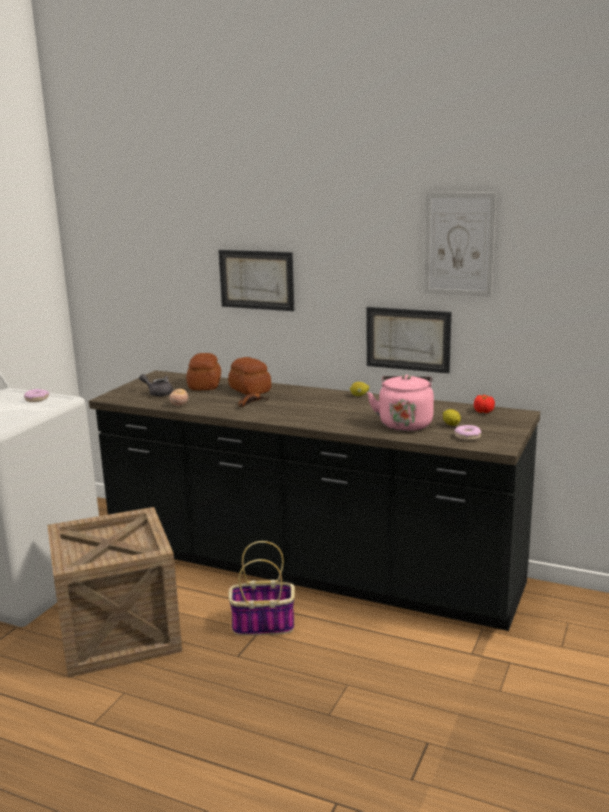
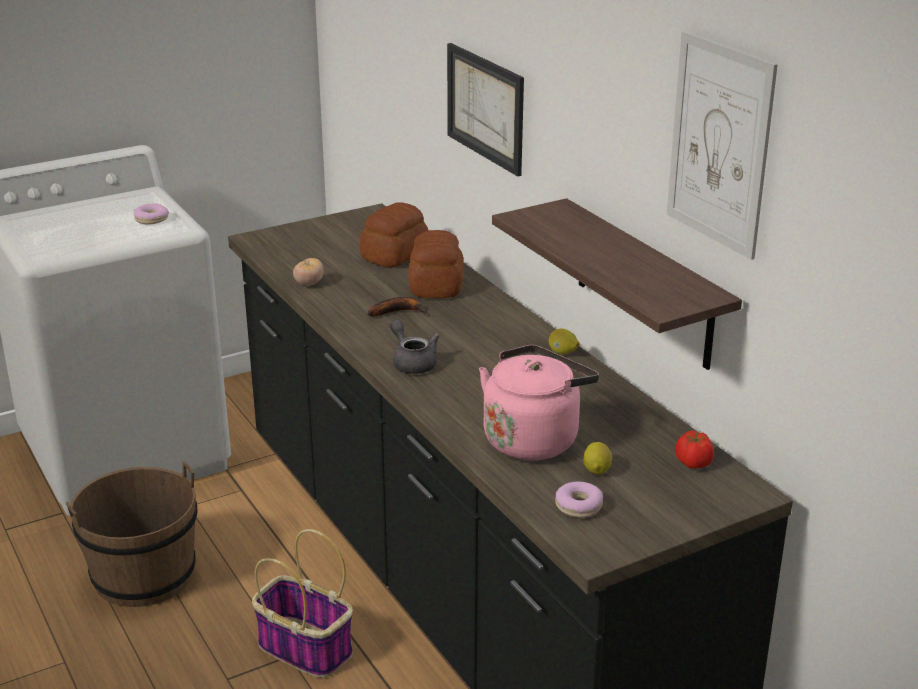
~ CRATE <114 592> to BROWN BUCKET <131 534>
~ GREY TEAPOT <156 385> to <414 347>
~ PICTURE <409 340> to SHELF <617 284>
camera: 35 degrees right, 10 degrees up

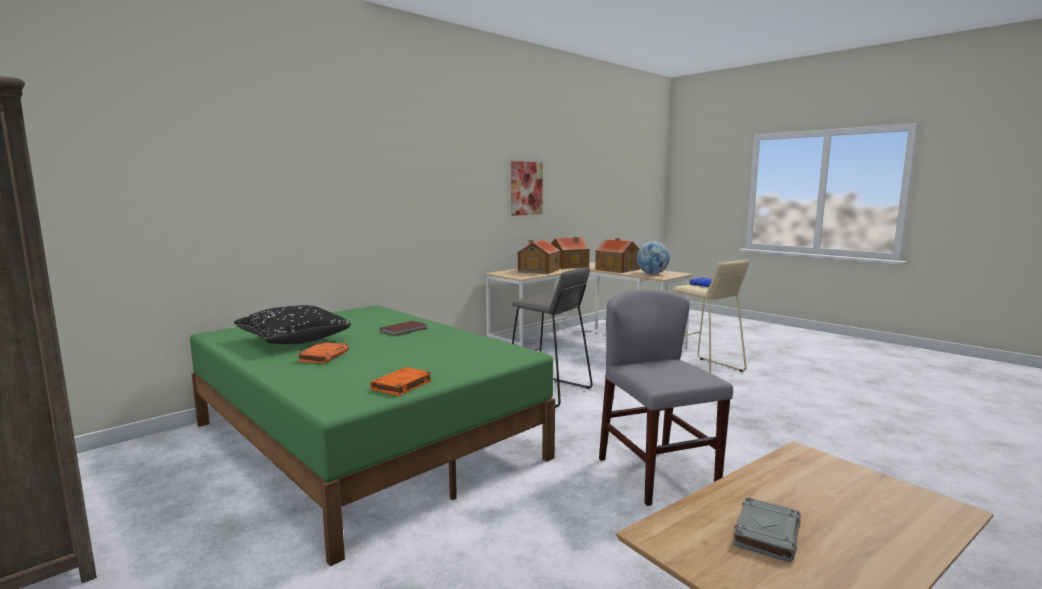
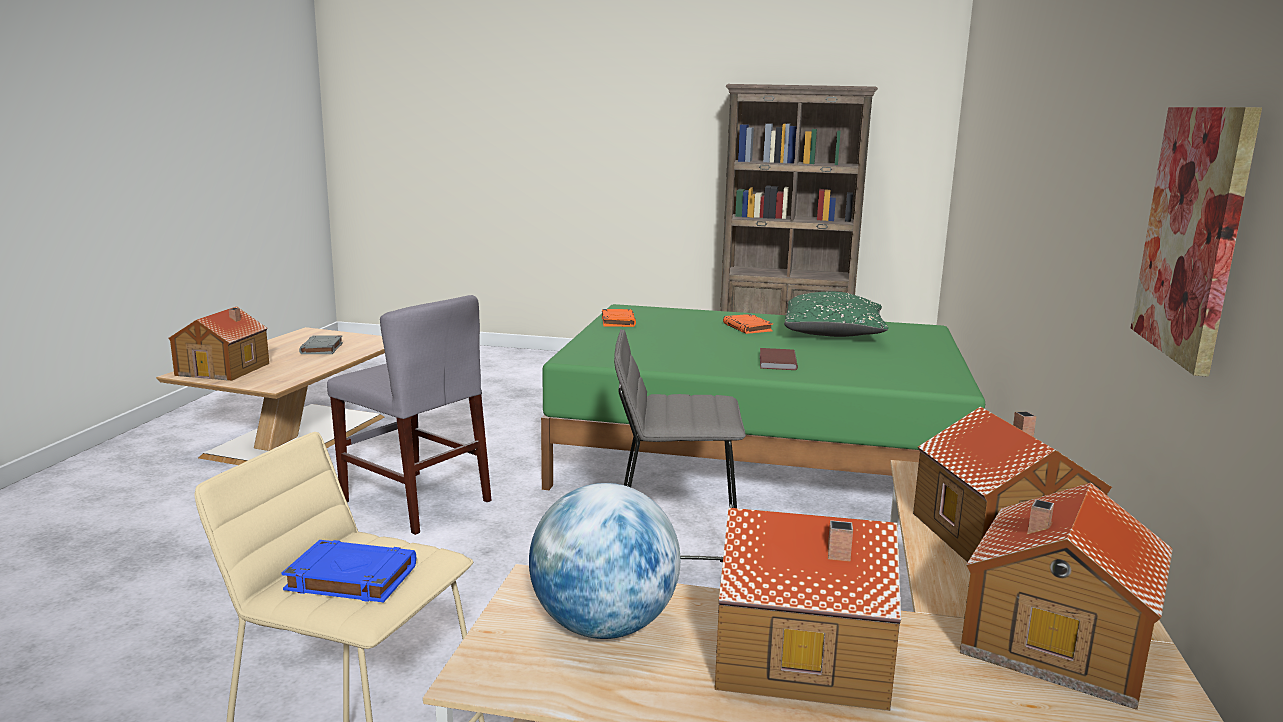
~ BLACK PILLOW <292 324> to GREEN PILLOW <836 314>
+ TOY HOUSE <218 343>
camera: 145 degrees right, 5 degrees up

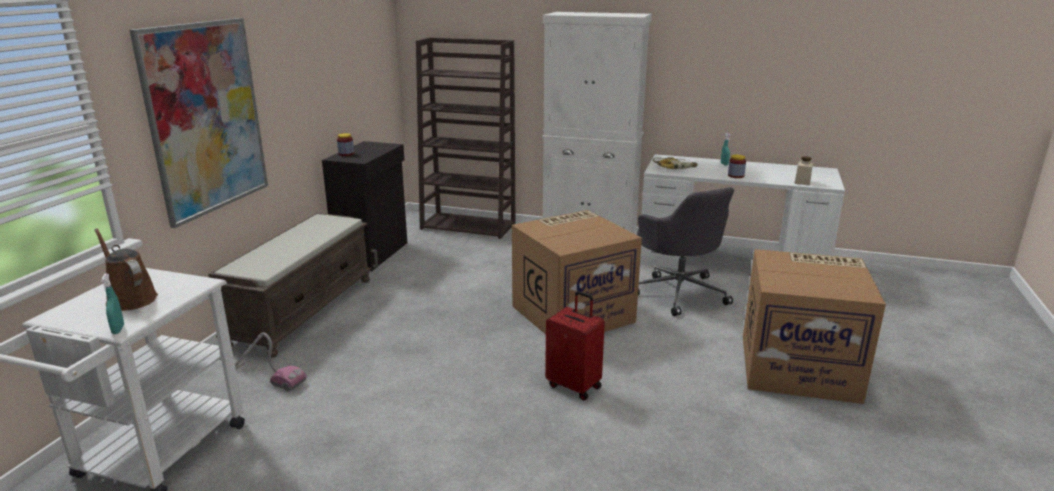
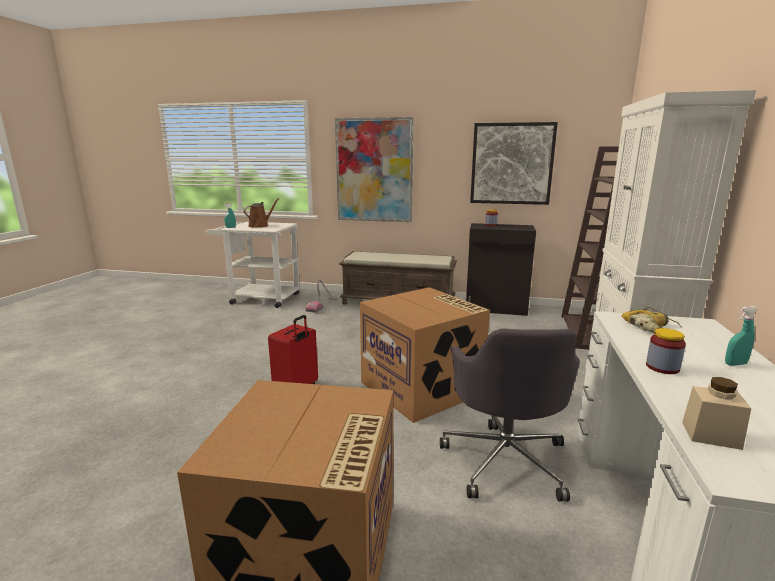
~ GREY OFFICE CHAIR <685 251> = <510 414> 60 degrees counterclockwise
+ PICTURE <514 163>
camera: 85 degrees right, 5 degrees down

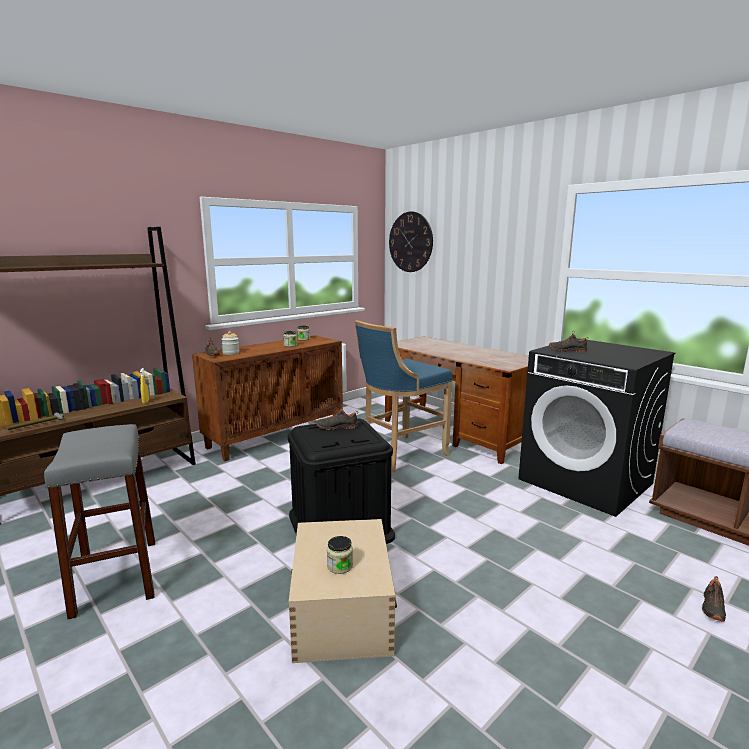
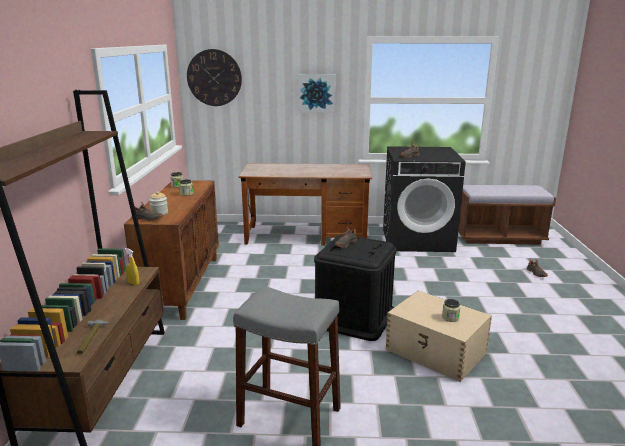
- BLUE STOOL <403 396>
+ PICTURE <317 93>
camera: 45 degrees left, 5 degrees up

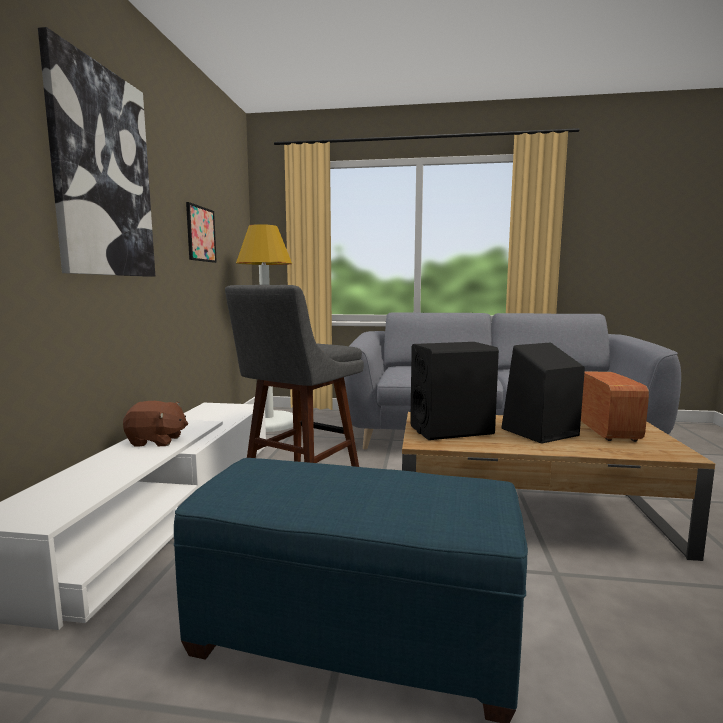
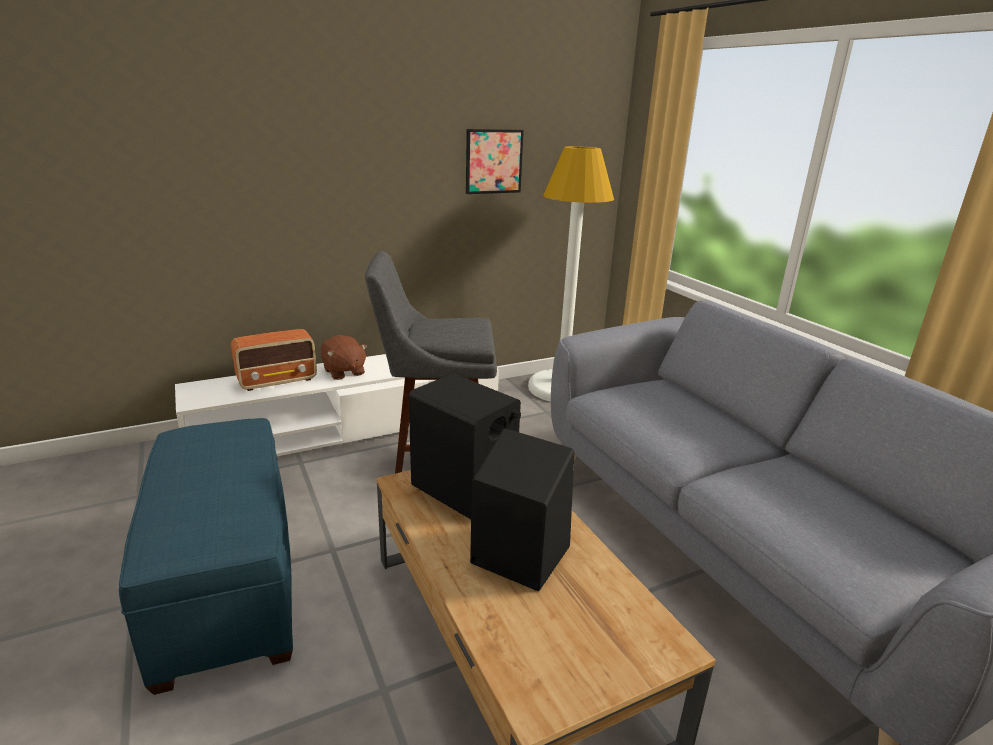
- PICTURE <96 152>
~ RADIO <615 406> to <274 360>
camera: 55 degrees right, 15 degrees up

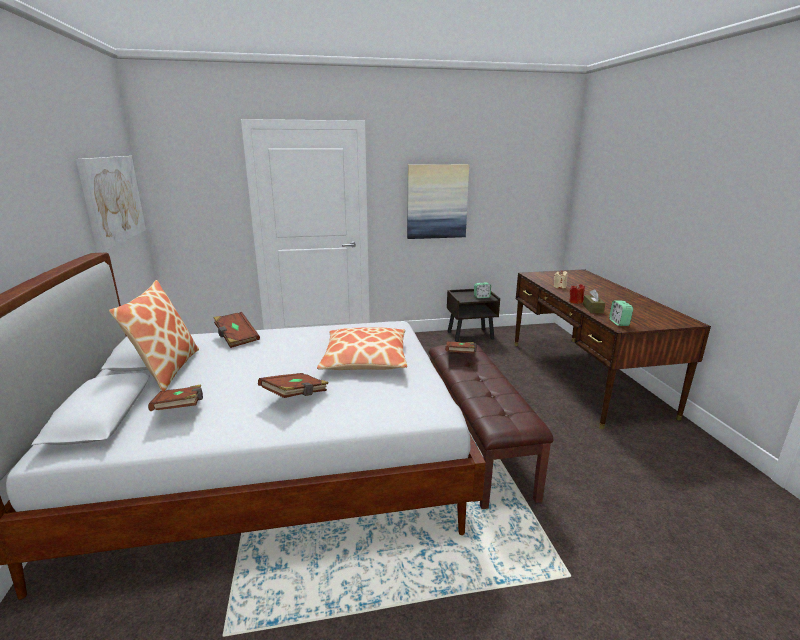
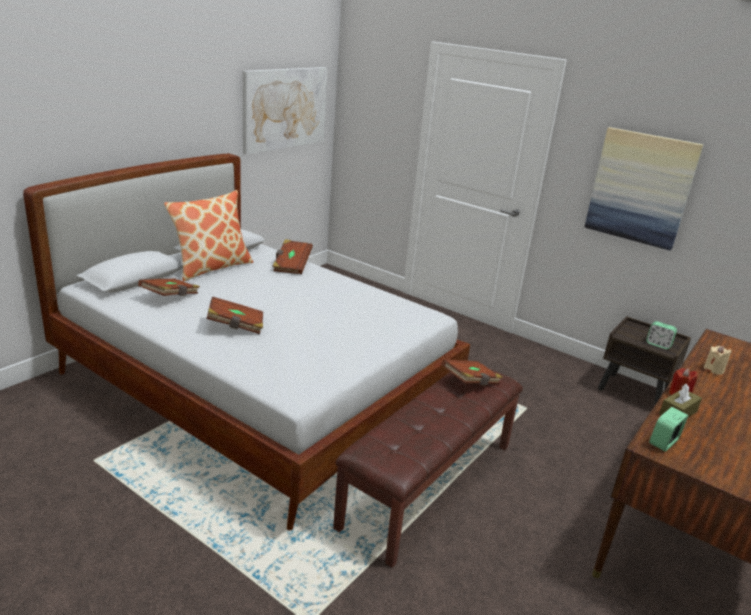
- PILLOW <362 348>
camera: 45 degrees right, 5 degrees up

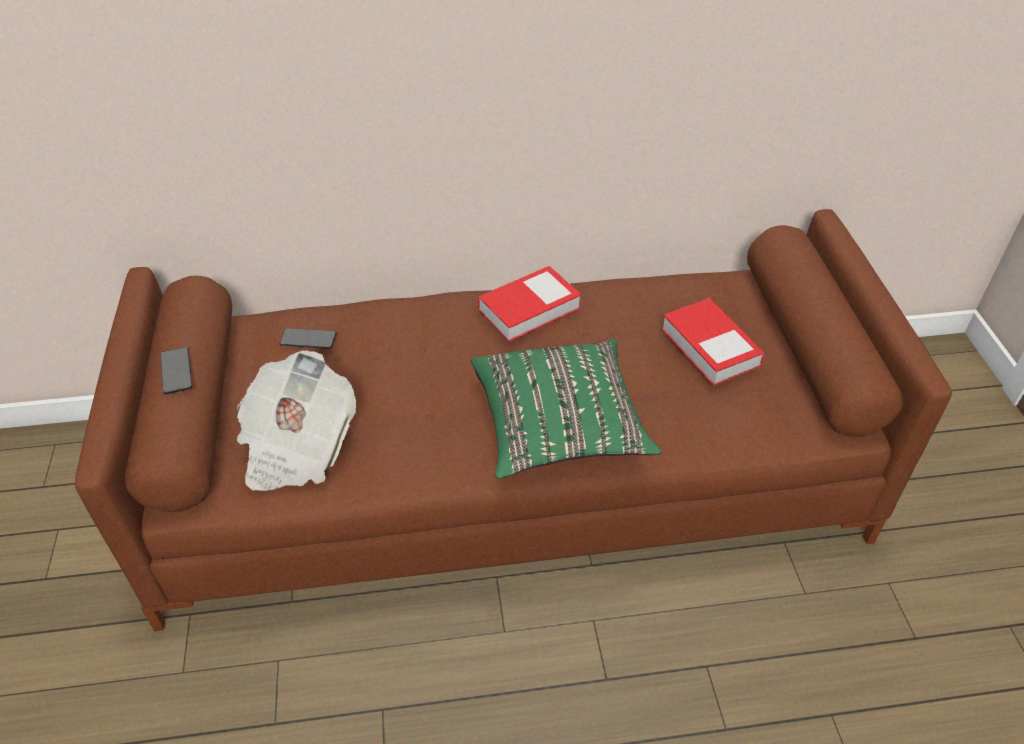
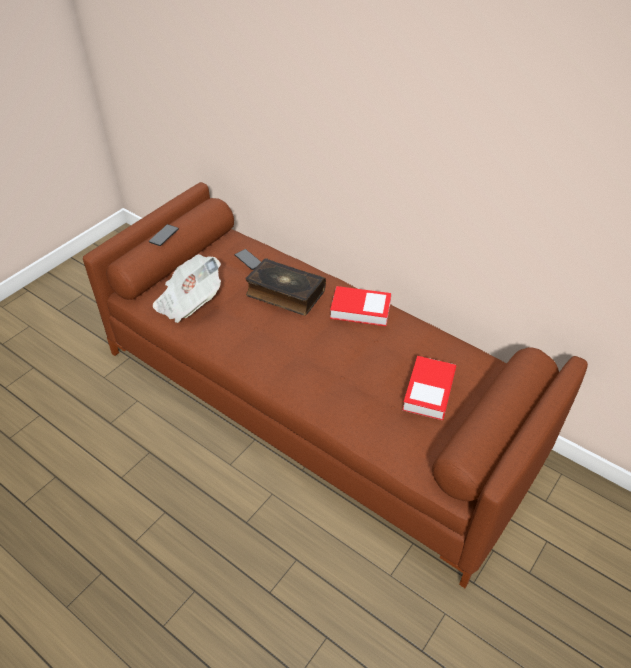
- GREEN PILLOW <566 409>
+ BOOK <285 287>
camera: 45 degrees right, 0 degrees up

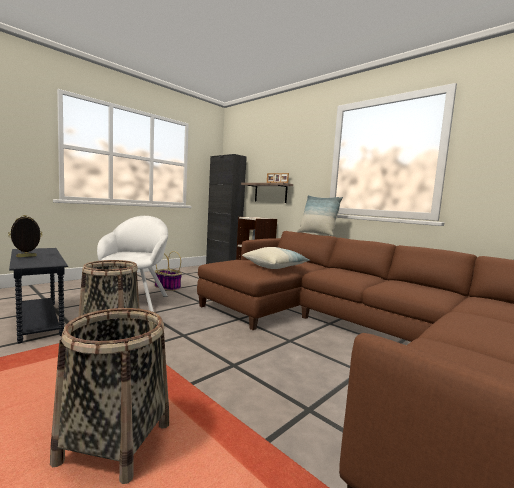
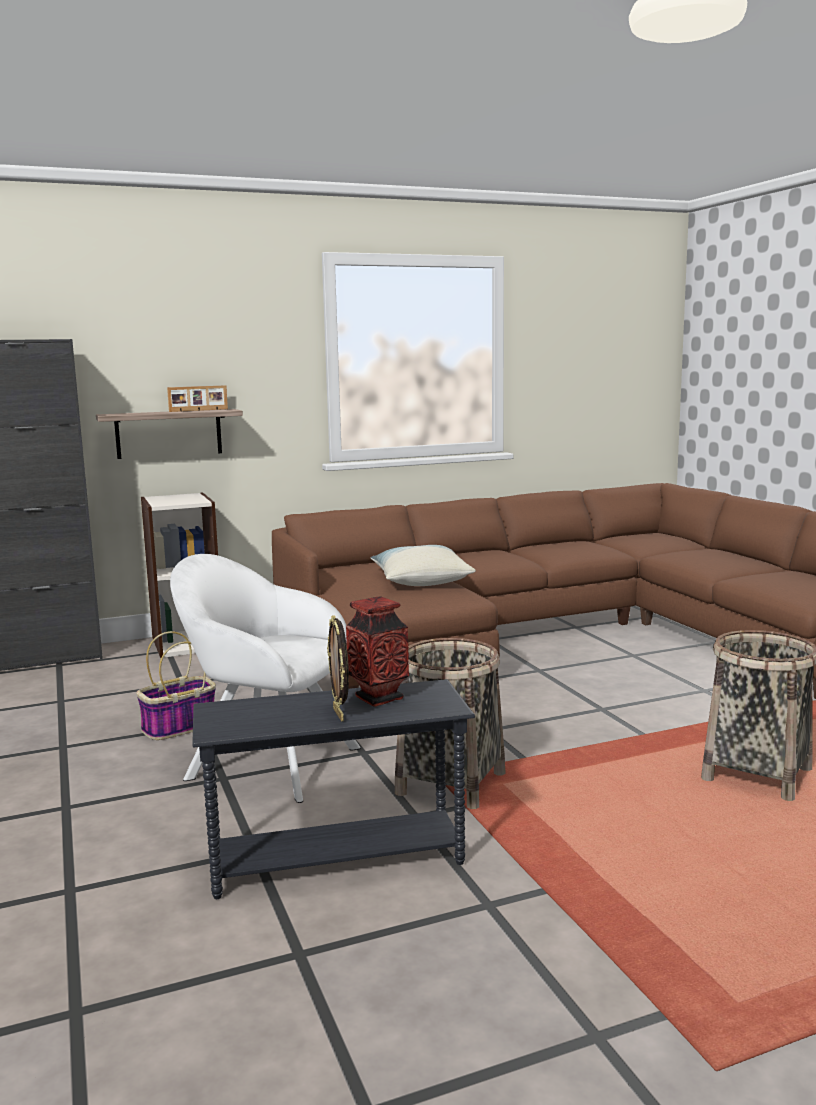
- PILLOW <320 215>
+ VASE <377 651>
camera: 65 degrees left, 5 degrees up

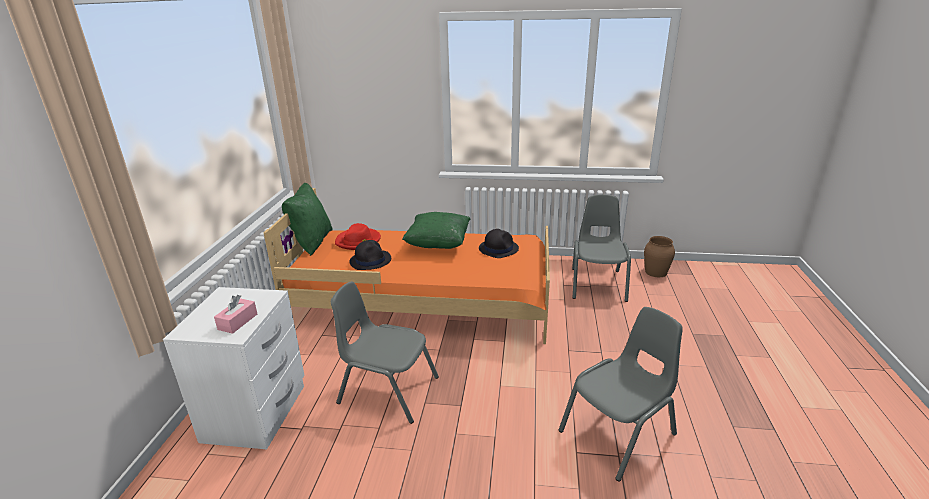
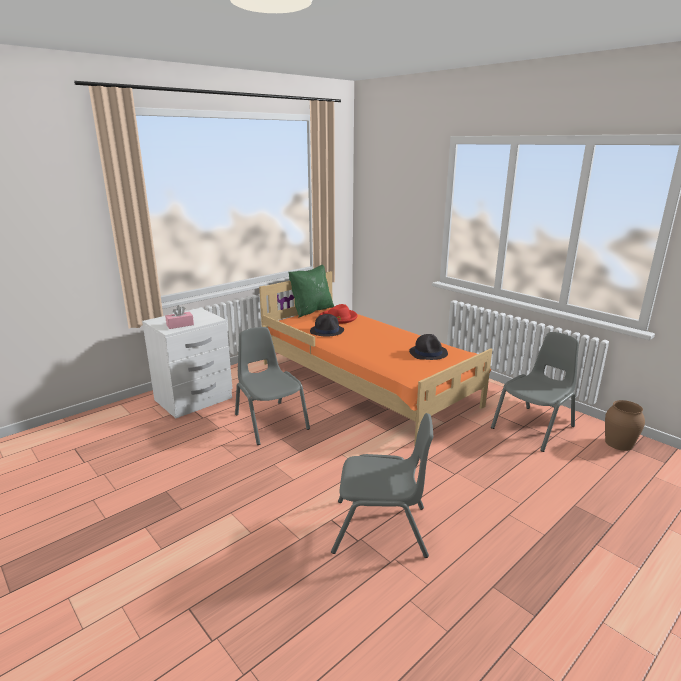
- GREEN PILLOW <436 230>
camera: 40 degrees right, 5 degrees down

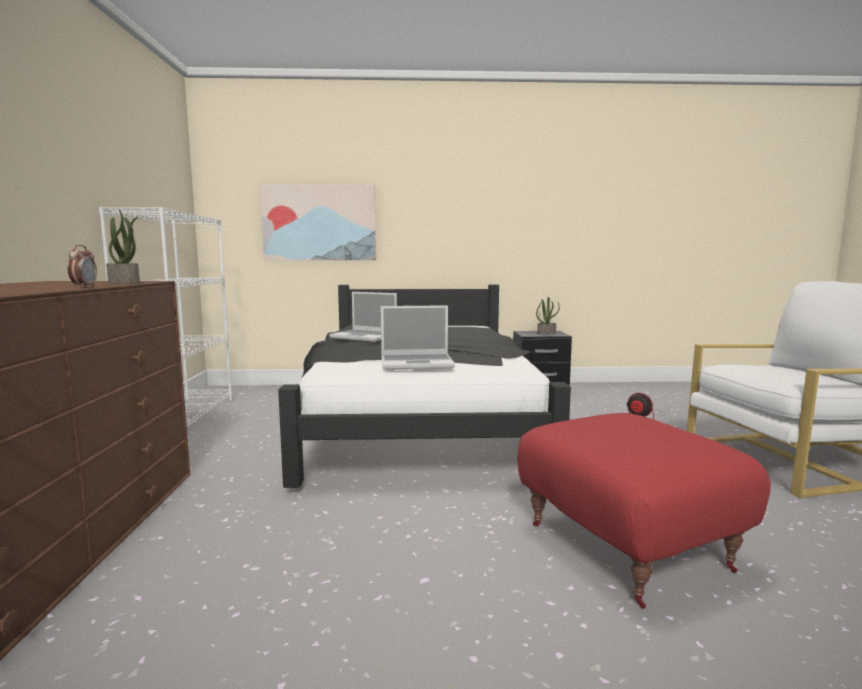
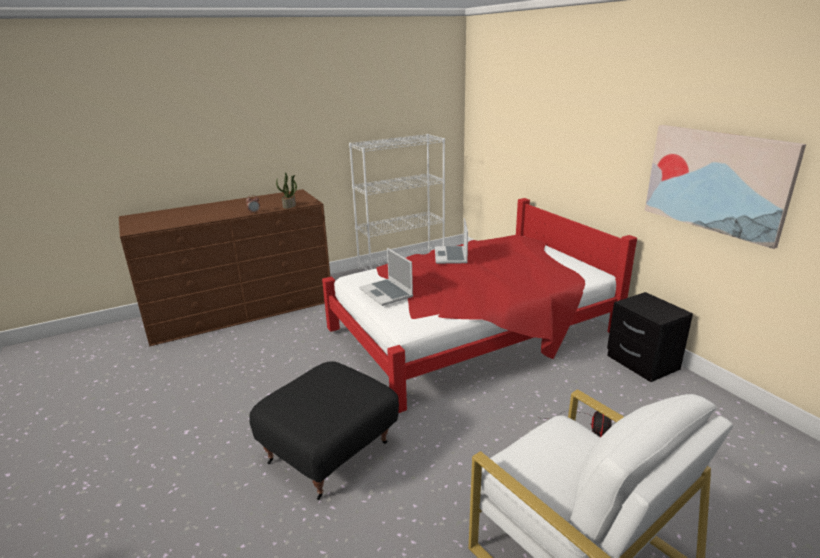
~ PICTURE <318 222> to <725 187>
~ BLACK BED <424 386> to RED BED <479 305>
~ RED OTTOMAN <644 511> to BLACK OTTOMAN <324 430>
- POTTED PLANT <548 315>
camera: 65 degrees right, 15 degrees up

